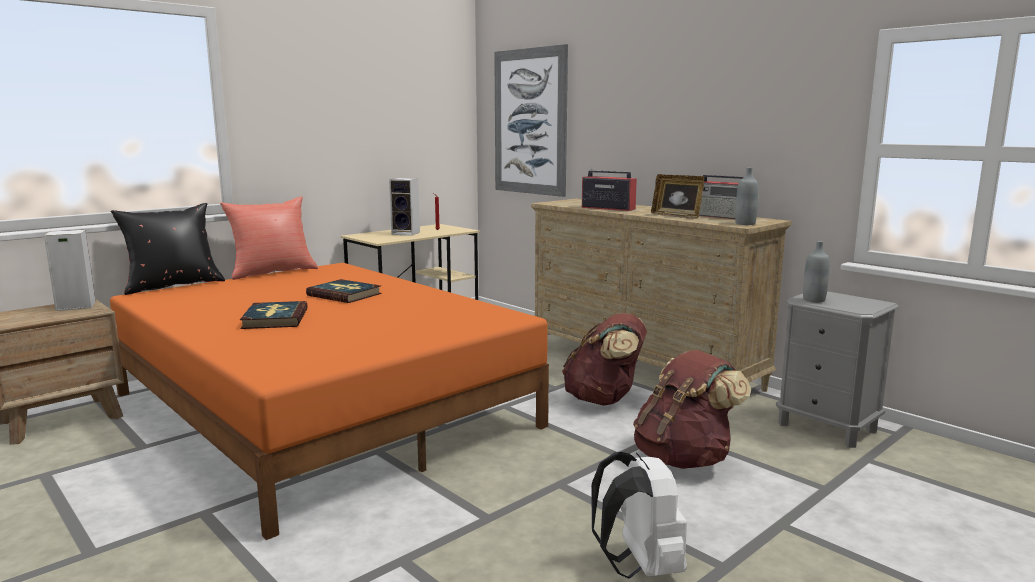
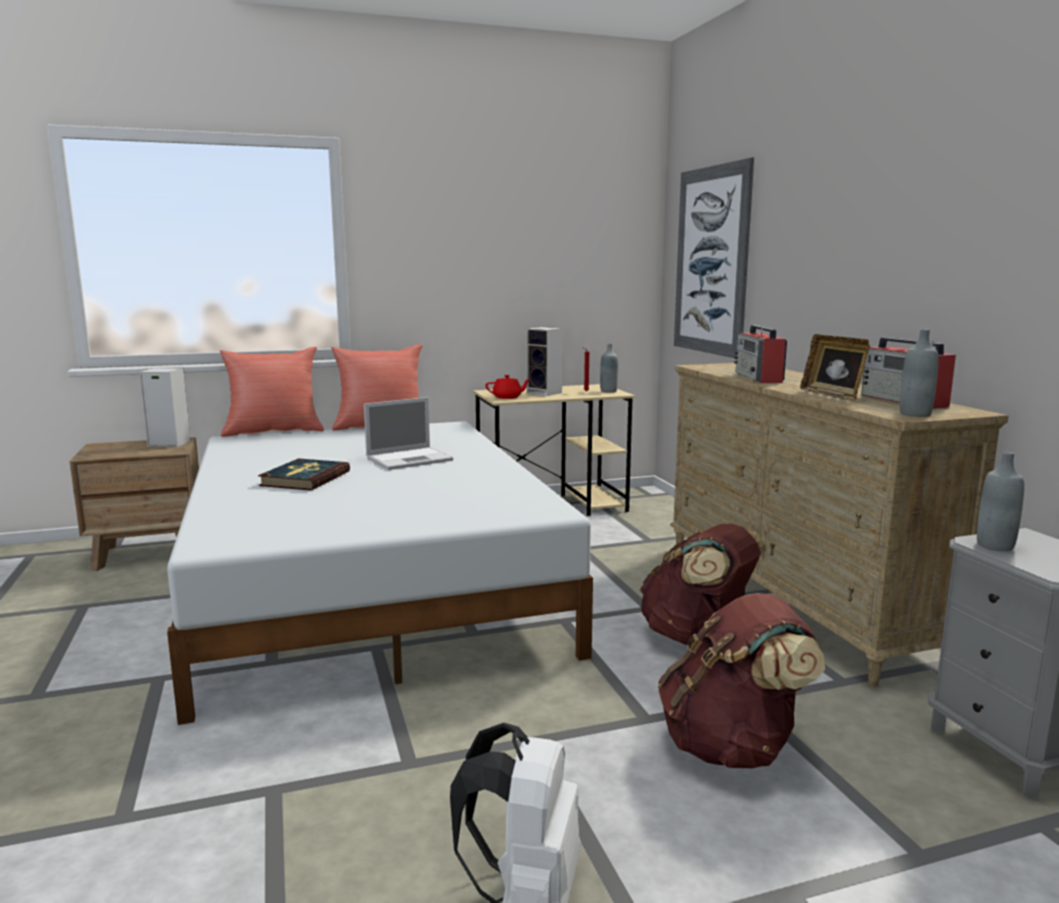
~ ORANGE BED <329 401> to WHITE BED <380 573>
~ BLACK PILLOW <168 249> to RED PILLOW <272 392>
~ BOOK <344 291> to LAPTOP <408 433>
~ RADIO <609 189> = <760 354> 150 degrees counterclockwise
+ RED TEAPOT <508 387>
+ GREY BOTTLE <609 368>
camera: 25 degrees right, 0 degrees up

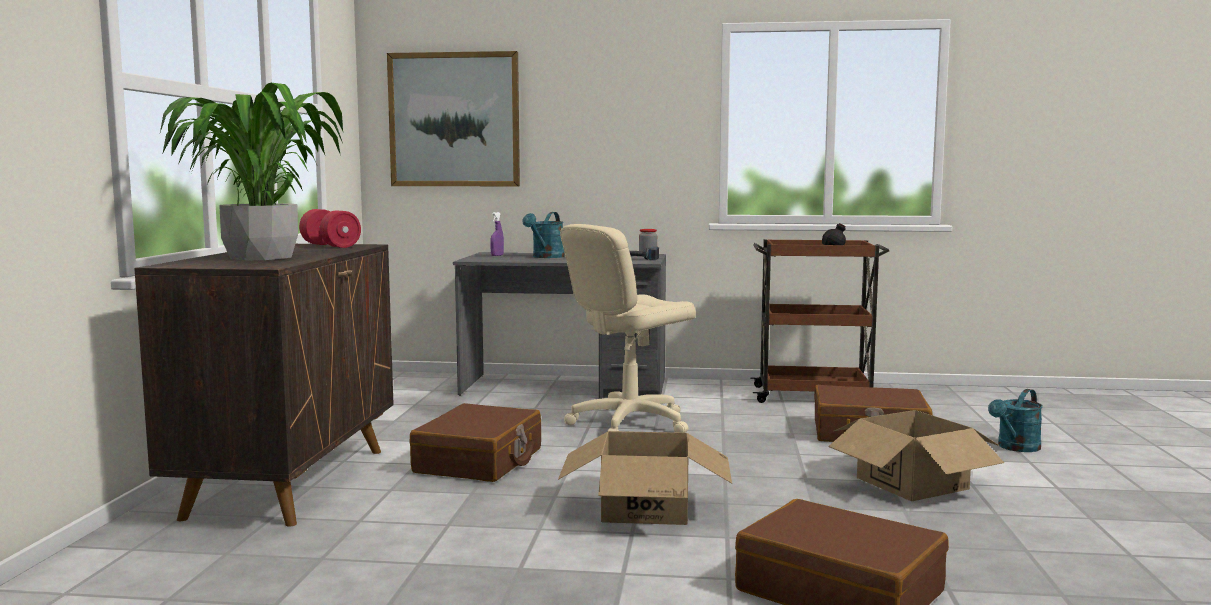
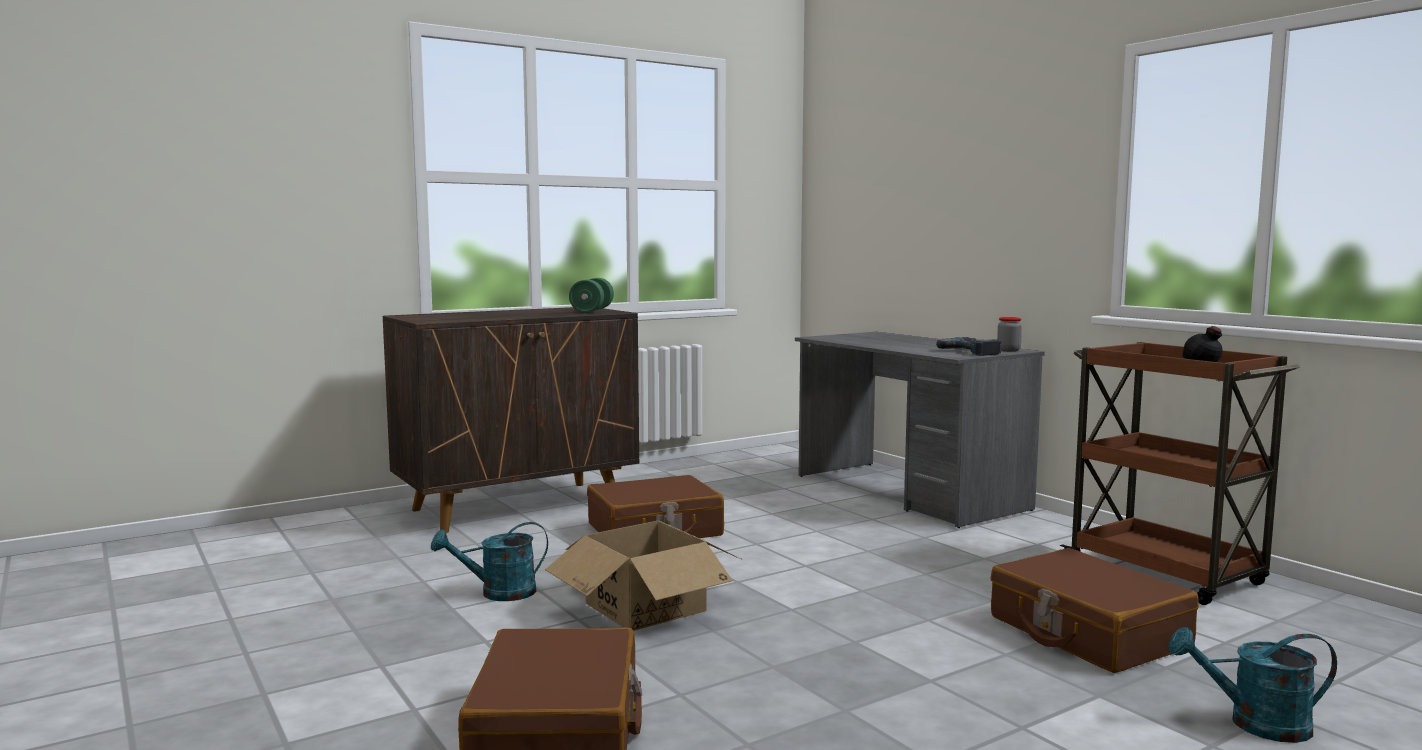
- POTTED PLANT <251 171>
~ RED DUMBBELL <330 228> to GREEN DUMBBELL <591 295>
- PICTURE <453 118>
- PURPLE SPRAY BOTTLE <497 234>
~ TURQUOISE WATERING CAN <543 235> to <489 561>
- BEIGE OFFICE CHAIR <628 328>
- CARDBOARD BOX <916 455>
camera: 50 degrees right, 0 degrees up

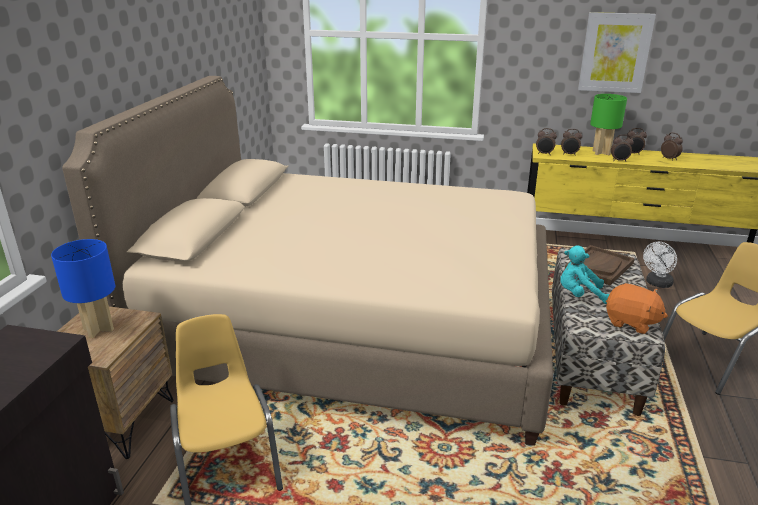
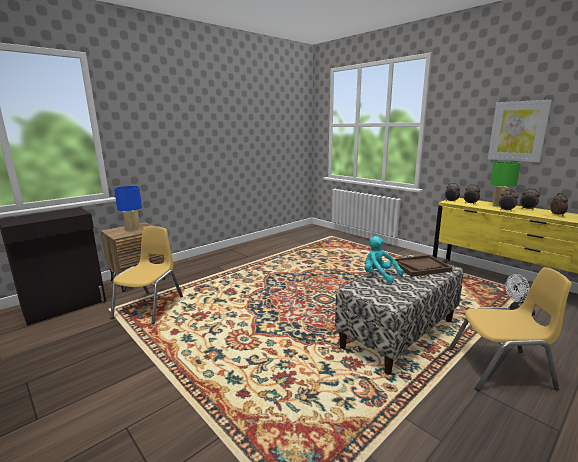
- BEIGE BED <307 261>
- ORANGE PLUSH TOY <637 308>
camera: 35 degrees right, 10 degrees down

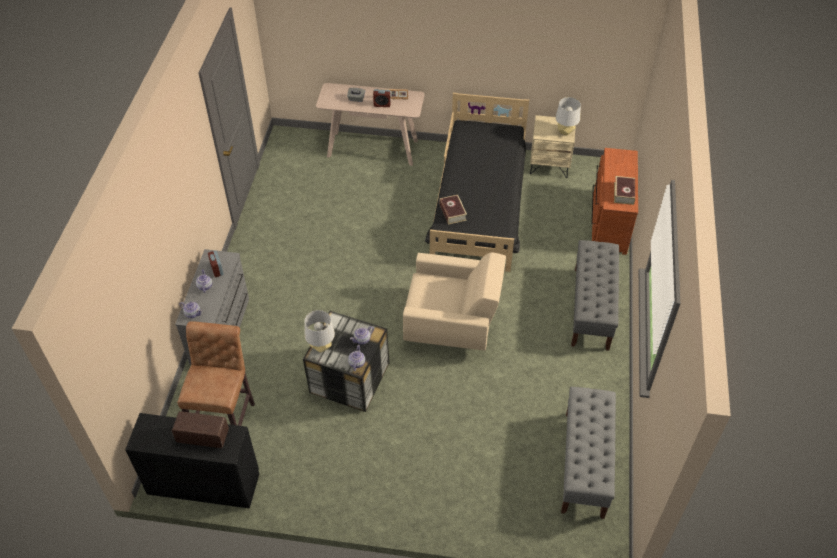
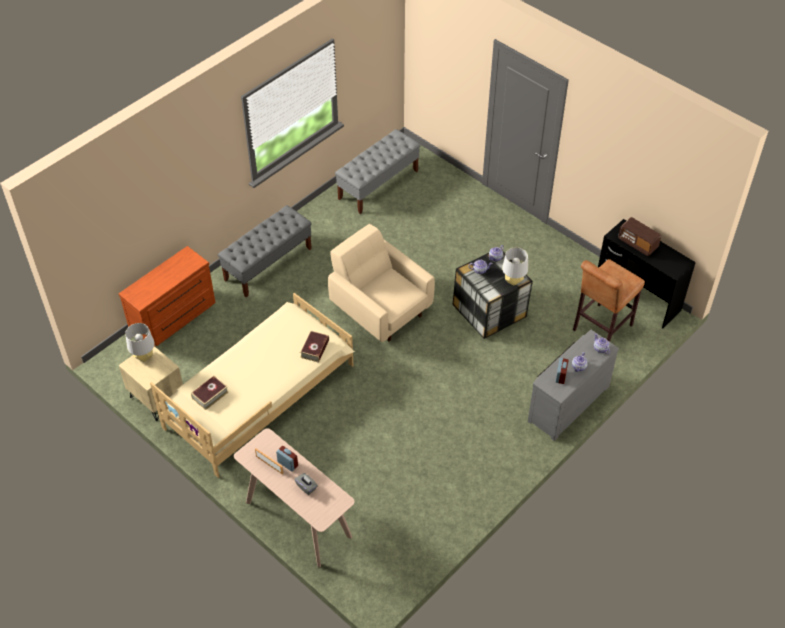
~ BLACK BED <477 182> to BEIGE BED <252 385>
~ BOOK <624 190> to <209 393>
camera: 145 degrees left, 0 degrees up

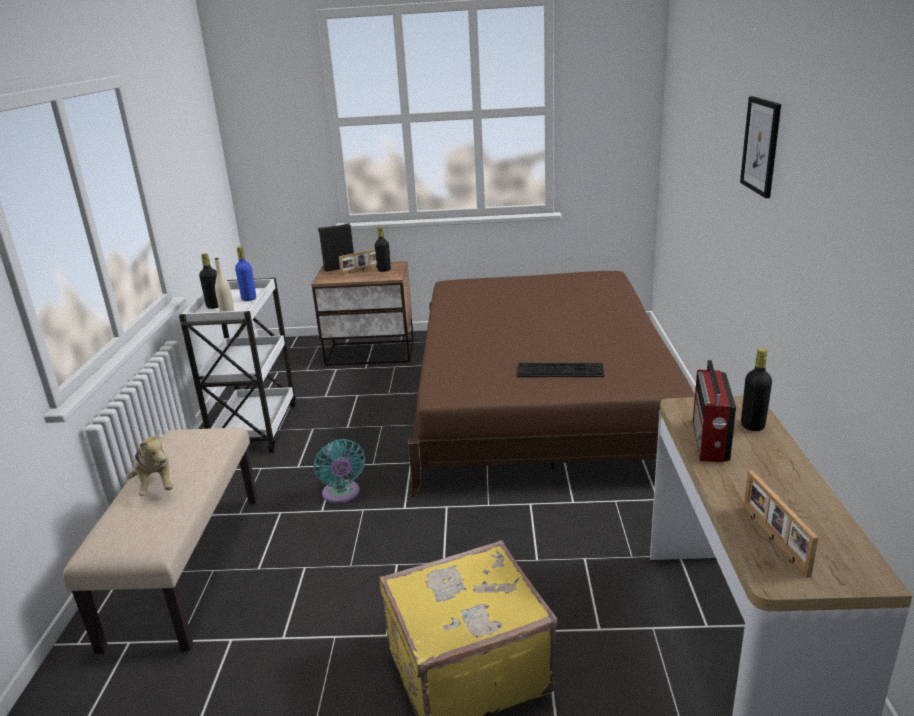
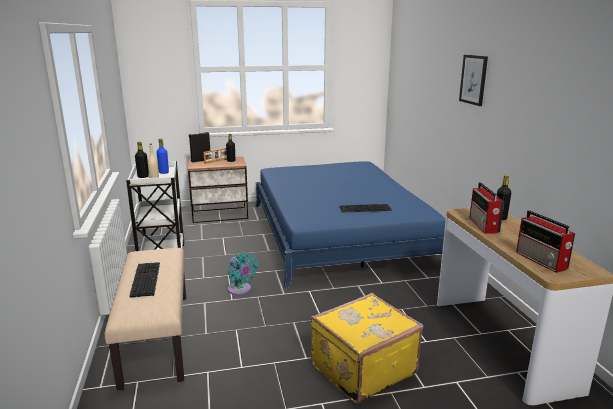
~ PLUSH TOY <149 462> to KEYBOARD <145 280>
~ BROWN BED <551 384> to BLUE BED <350 224>
~ PICTURE FRAME <780 524> to RADIO <545 241>
camera: 15 degrees left, 5 degrees down

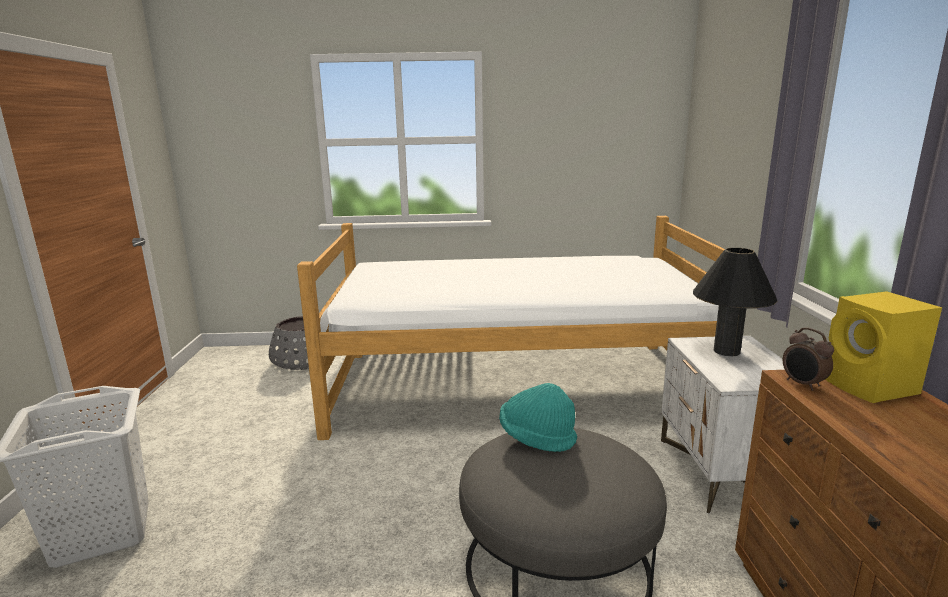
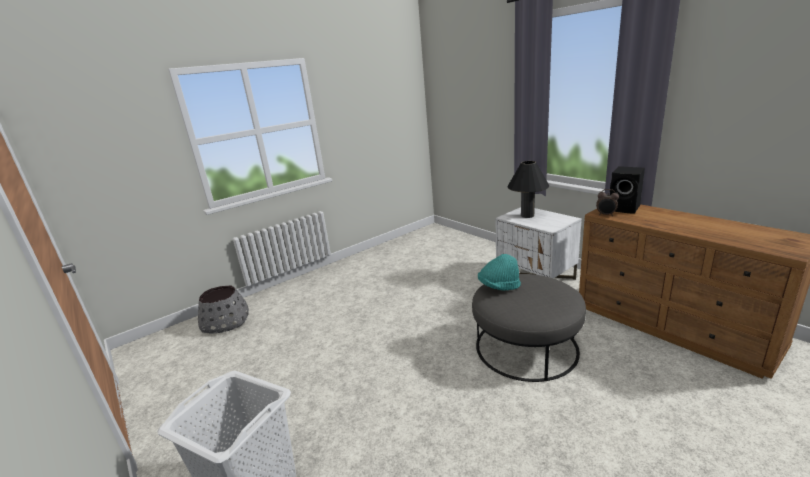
- BED <511 328>
~ YELLOW SPEAKER <883 347> to BLACK SPEAKER <627 190>
camera: 35 degrees left, 5 degrees up

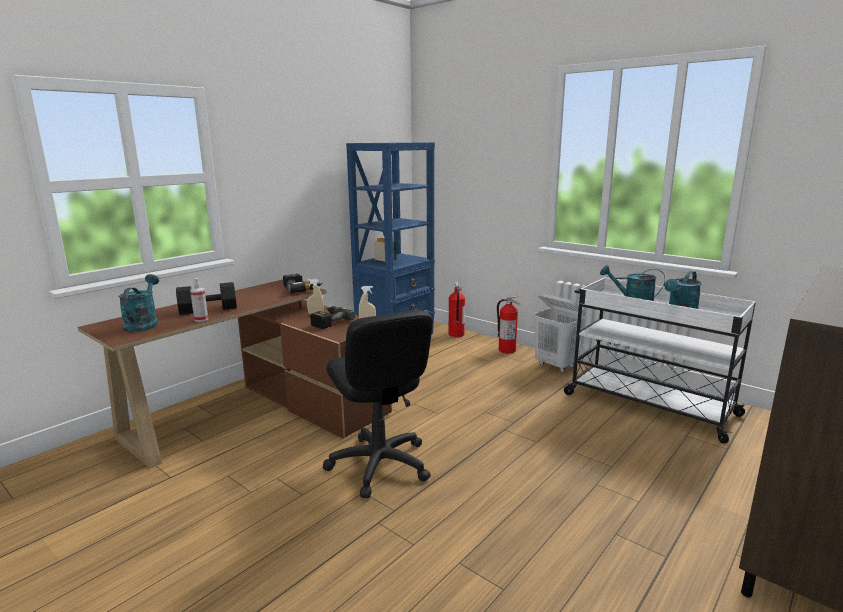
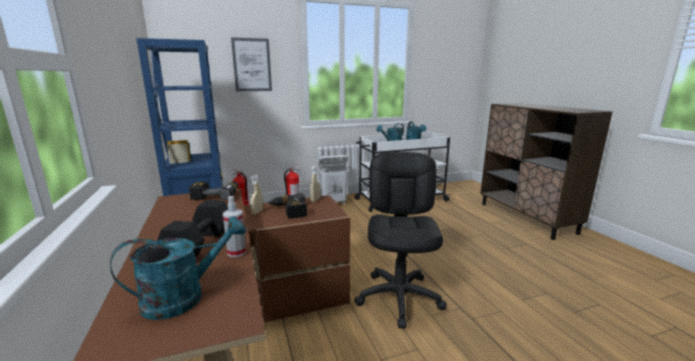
~ TURQUOISE WATERING CAN <139 303> = <178 268> 120 degrees clockwise
~ BLACK OFFICE CHAIR <378 404> = <400 240> 90 degrees counterclockwise
+ PICTURE <251 64>
camera: 60 degrees left, 0 degrees up

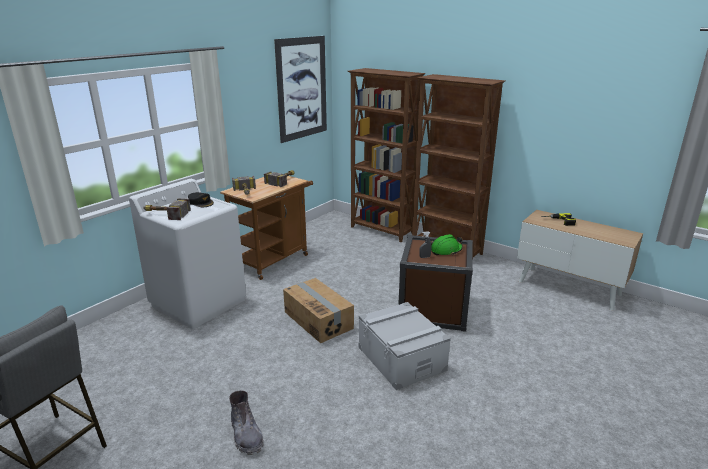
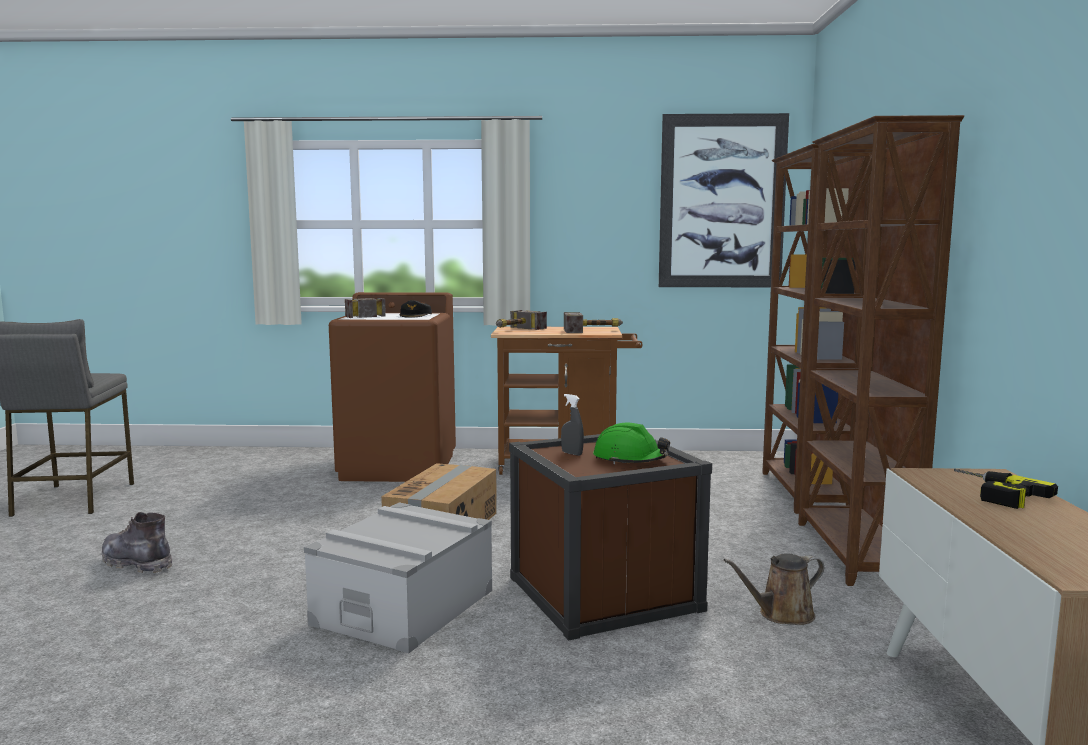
~ WHITE WASHING MACHINE <187 254> to BROWN WASHING MACHINE <392 387>
~ GREY BOOT <246 422> = <137 542> 90 degrees clockwise
+ BROWN WATERING CAN <773 589>
camera: 55 degrees right, 15 degrees down

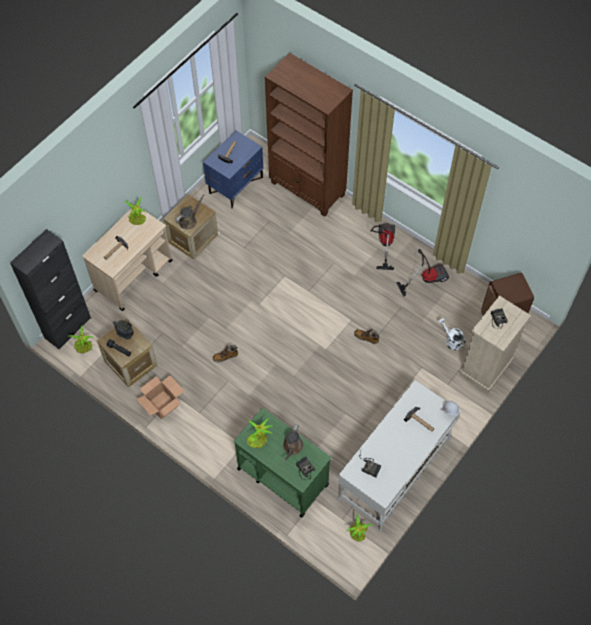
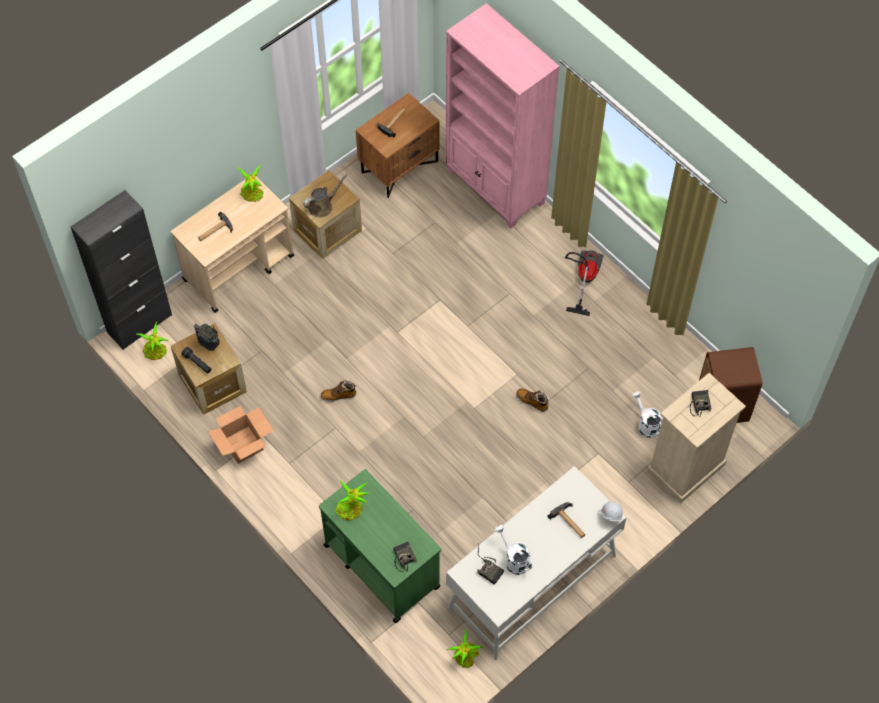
~ BLUE NIGHTSTAND <233 169> to BROWN NIGHTSTAND <398 145>
~ BROWN BOOKCASE <309 135> to PINK BOOKCASE <503 115>
- BROWN WATERING CAN <293 443>
- VACUUM CLEANER <422 273>
+ WHITE WATERING CAN <513 550>
camera: 10 degrees right, 0 degrees up

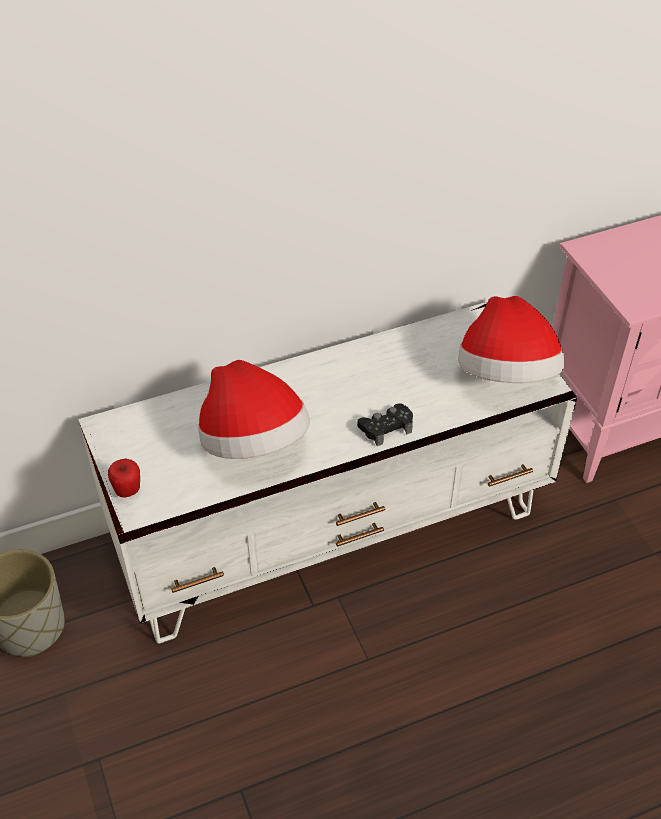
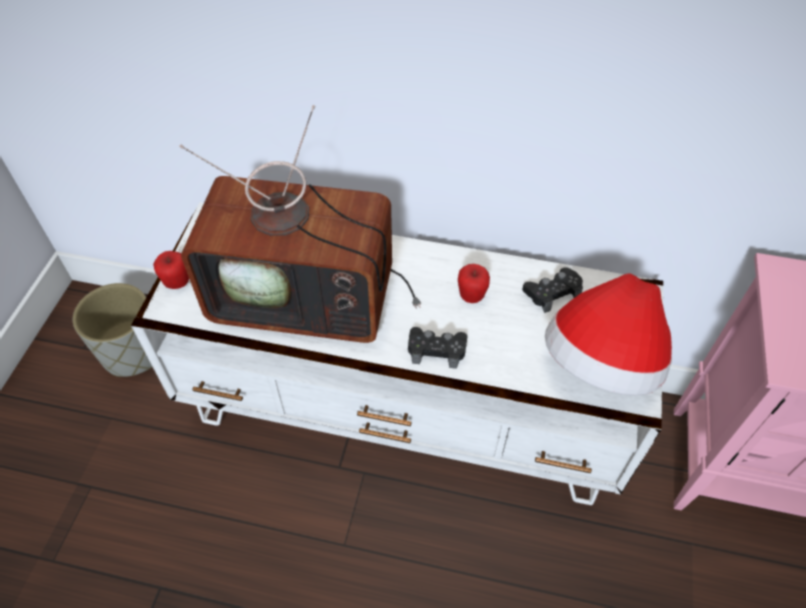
~ HAT <254 409> to TELEVISION <300 224>
+ APPLE <474 283>
+ BLACK GAME CONTROLLER <552 290>
camera: 35 degrees right, 5 degrees up

